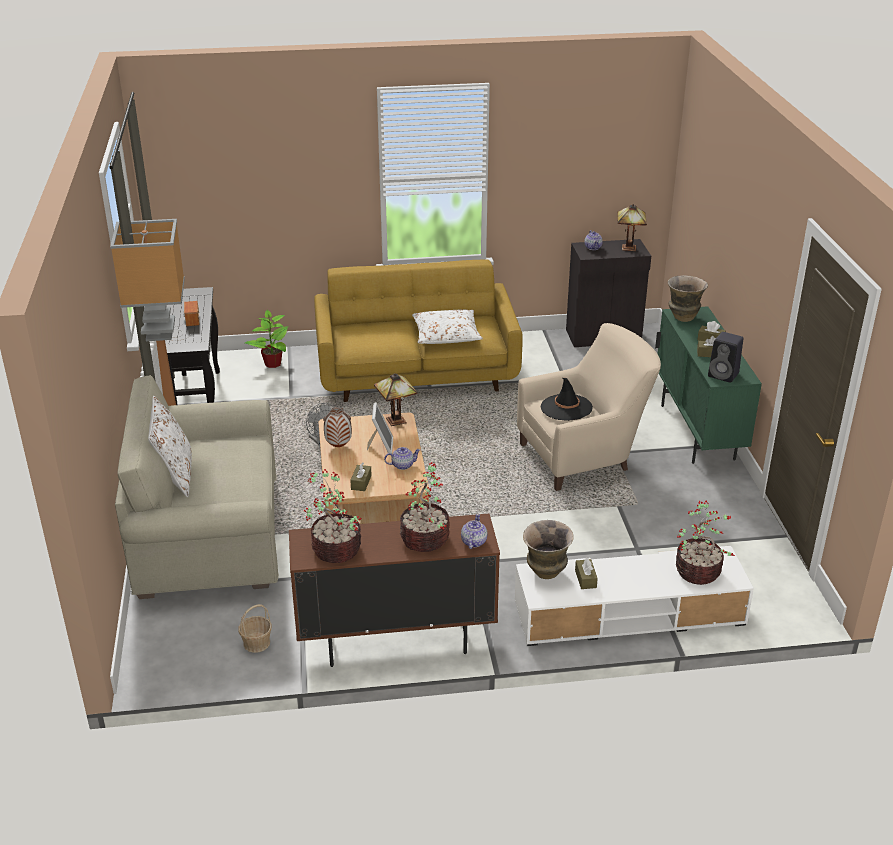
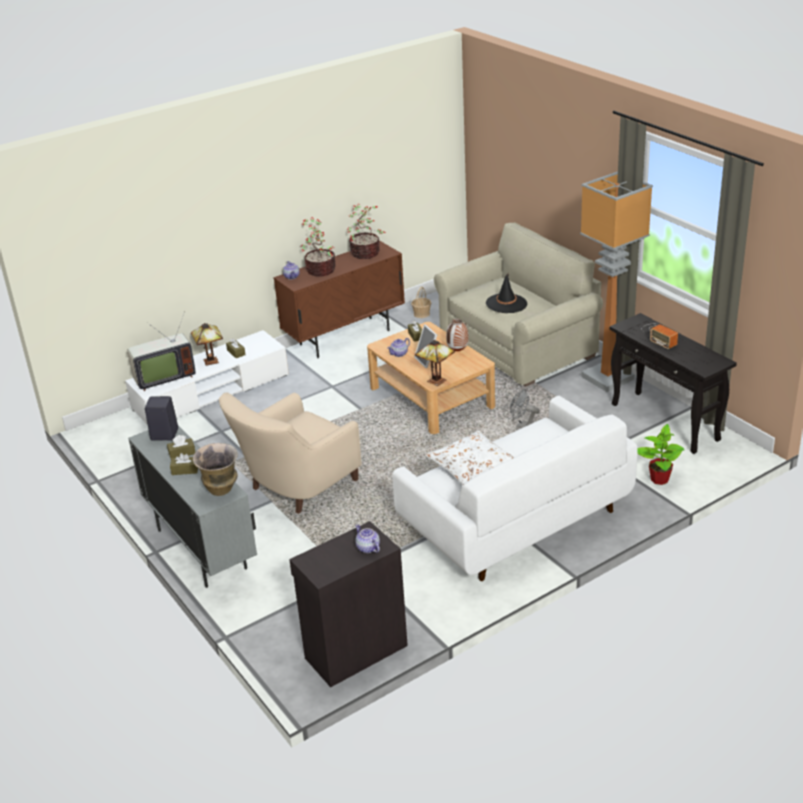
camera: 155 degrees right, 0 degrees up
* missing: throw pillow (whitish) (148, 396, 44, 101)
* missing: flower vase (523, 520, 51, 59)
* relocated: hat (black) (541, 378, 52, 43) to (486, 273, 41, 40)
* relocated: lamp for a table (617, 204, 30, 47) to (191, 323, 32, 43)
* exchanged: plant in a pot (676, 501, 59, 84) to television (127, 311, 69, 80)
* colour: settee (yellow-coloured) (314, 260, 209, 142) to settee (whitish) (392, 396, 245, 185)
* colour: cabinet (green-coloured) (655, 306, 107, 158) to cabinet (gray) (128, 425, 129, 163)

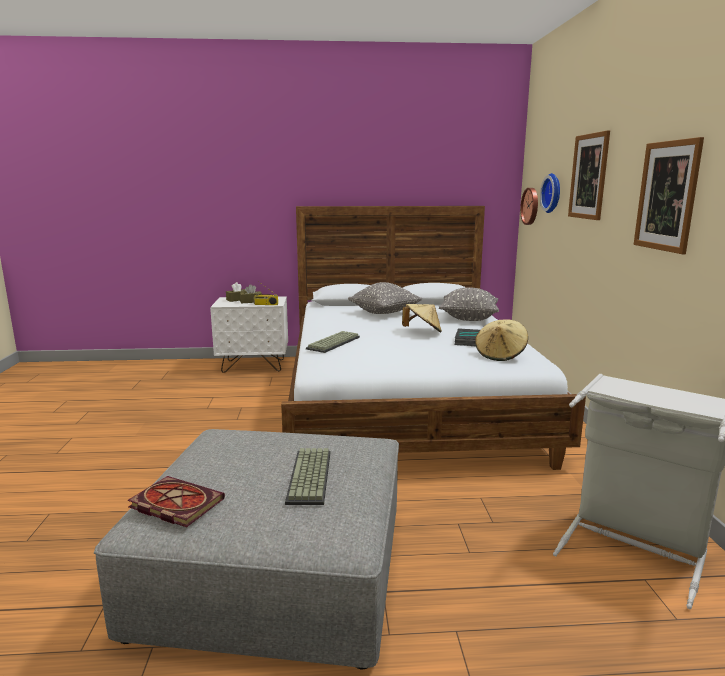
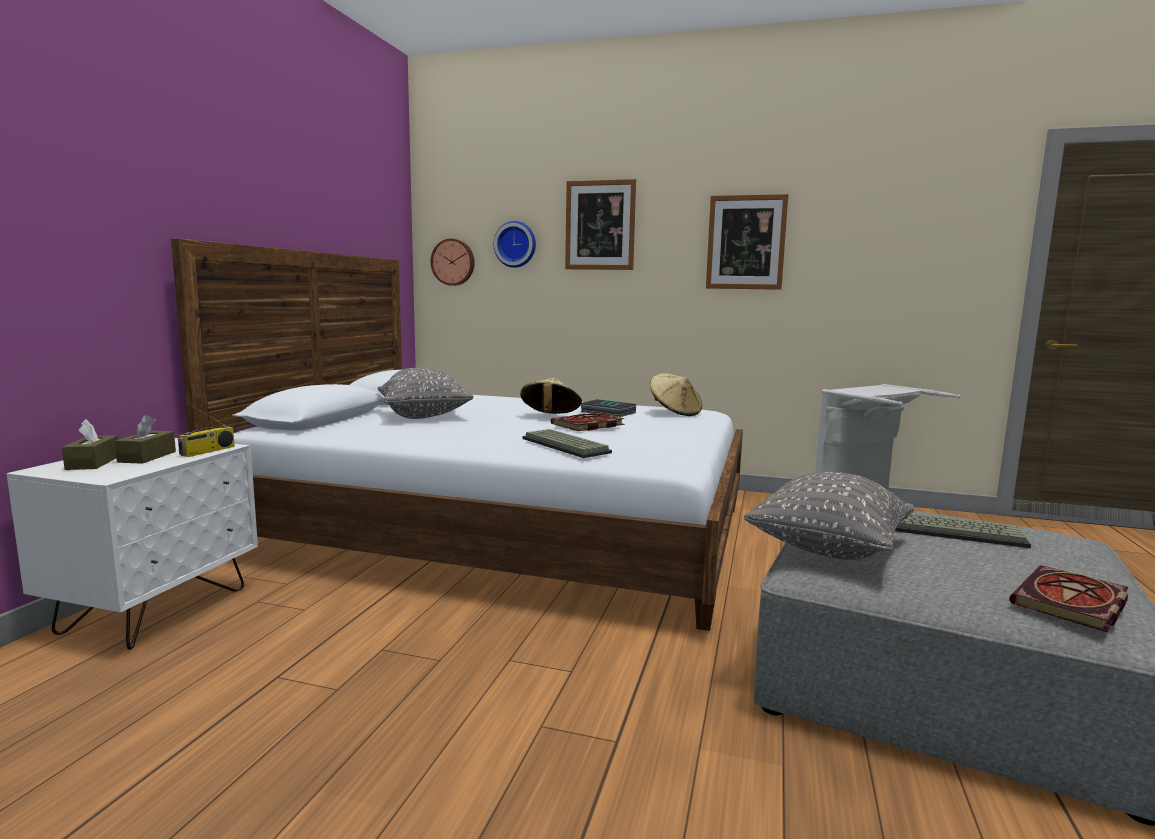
camera: 70 degrees left, 5 degrees down
* appeared: bound book (551, 413, 74, 18)
* relocated: throw pillow (gray) (439, 287, 60, 34) to (744, 472, 170, 88)

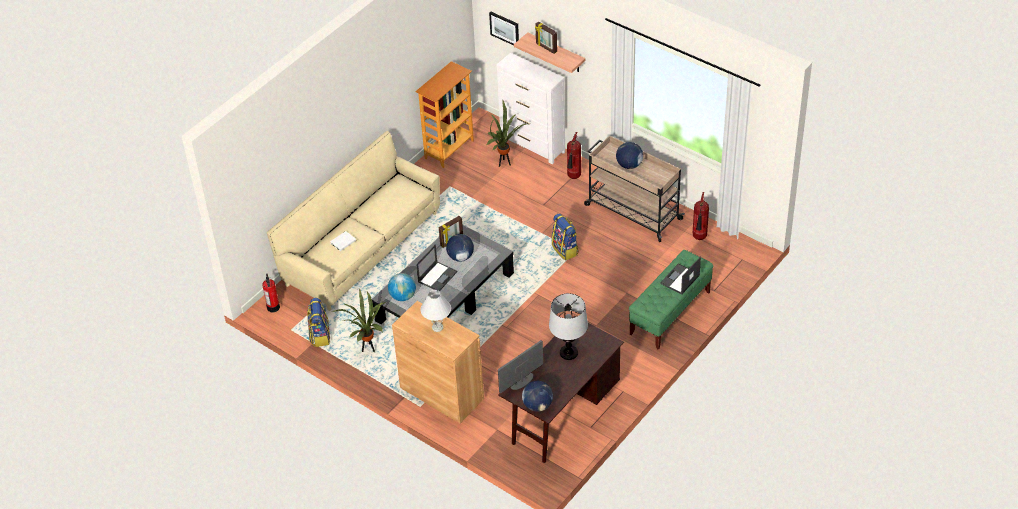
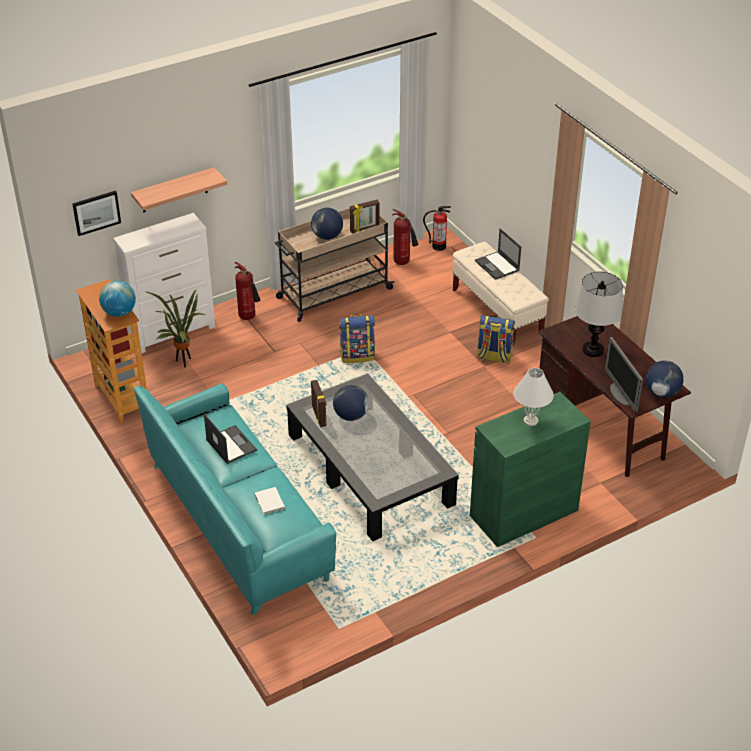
camera: 70 degrees left, 5 degrees down
* missing: plant in a pot (332, 288, 54, 64)
* relocated: fire extinguisher (262, 274, 18, 39) to (423, 206, 28, 45)
* relocated: knapsack (307, 298, 23, 49) to (477, 315, 38, 49)
* relocated: globe (388, 273, 28, 28) to (99, 281, 37, 36)
* relocated: portable computer (416, 245, 41, 46) to (204, 413, 53, 51)
* relocated: standing frame (535, 22, 22, 32) to (350, 200, 29, 34)
* colour: settee (beige-coloured) (267, 131, 173, 180) to settee (blue-green) (134, 383, 202, 232)
* colour: cabinet (brown-coloured) (392, 301, 92, 122) to cabinet (green-coloured) (470, 392, 121, 155)
* colour: bench (green-coloured) (629, 250, 84, 100) to bench (beige-coloured) (452, 242, 97, 104)

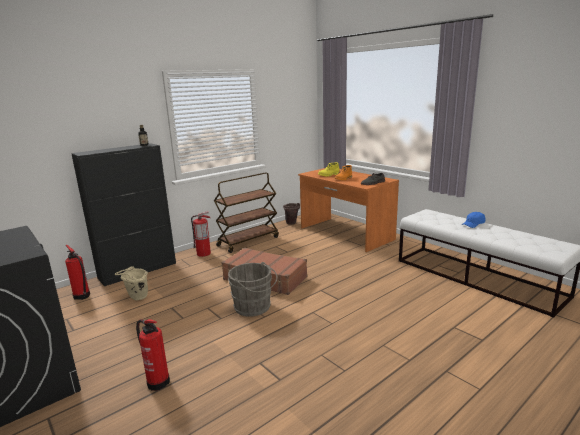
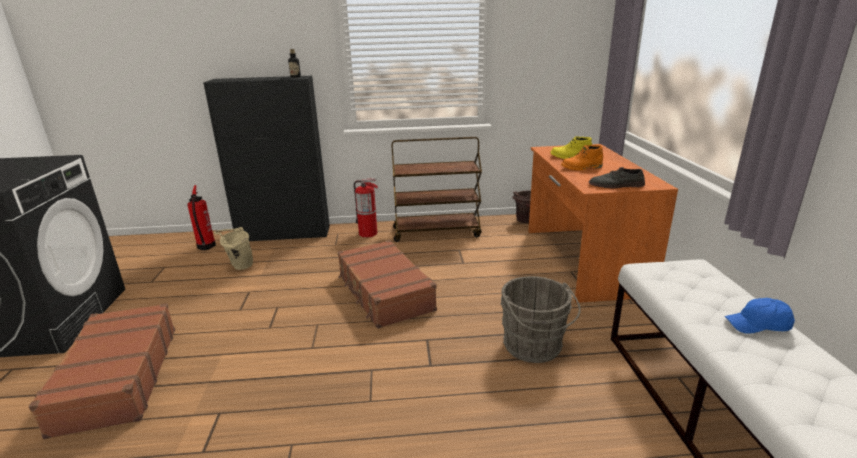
camera: 35 degrees right, 5 degrees up
* relocated: water bucket (gray) (228, 262, 50, 55) to (500, 276, 81, 87)
* exchanged: fire extinguisher (136, 319, 34, 72) to piece of luggage (brown-coloured) (29, 303, 146, 136)

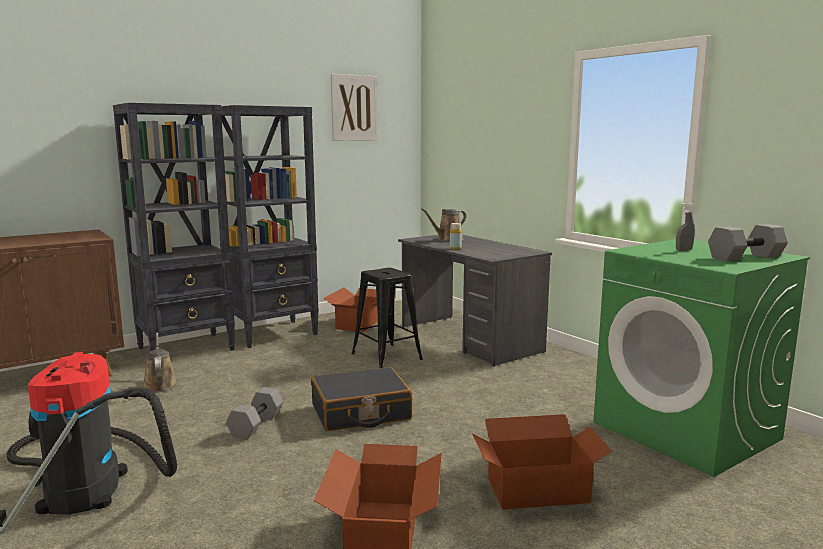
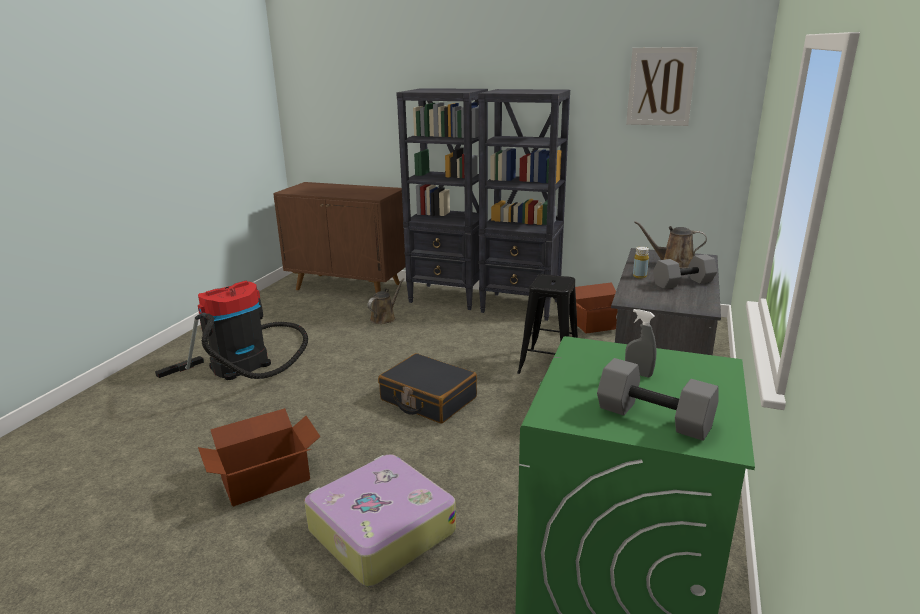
camera: 55 degrees right, 10 degrees up
* relocated: free weight (gray) (226, 387, 57, 52) to (653, 254, 64, 35)
* exchanged: cardboard box (472, 414, 140, 95) to piece of luggage (304, 454, 152, 133)

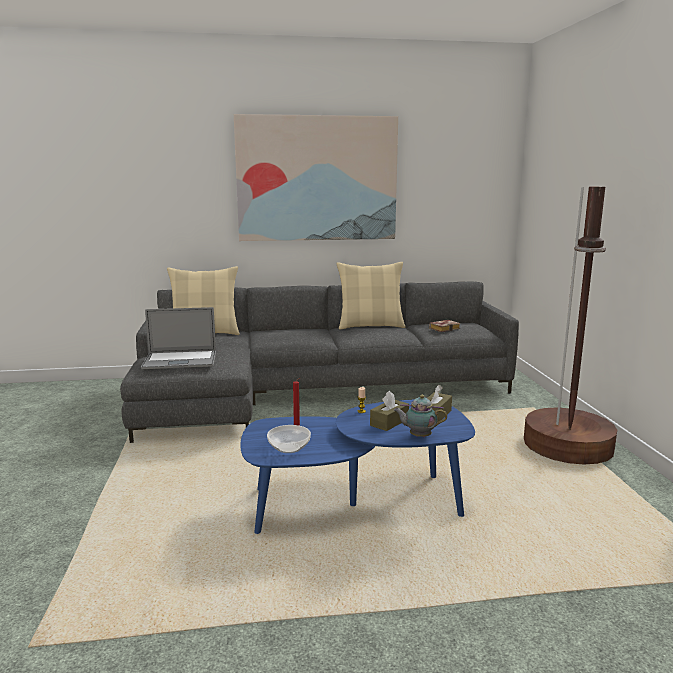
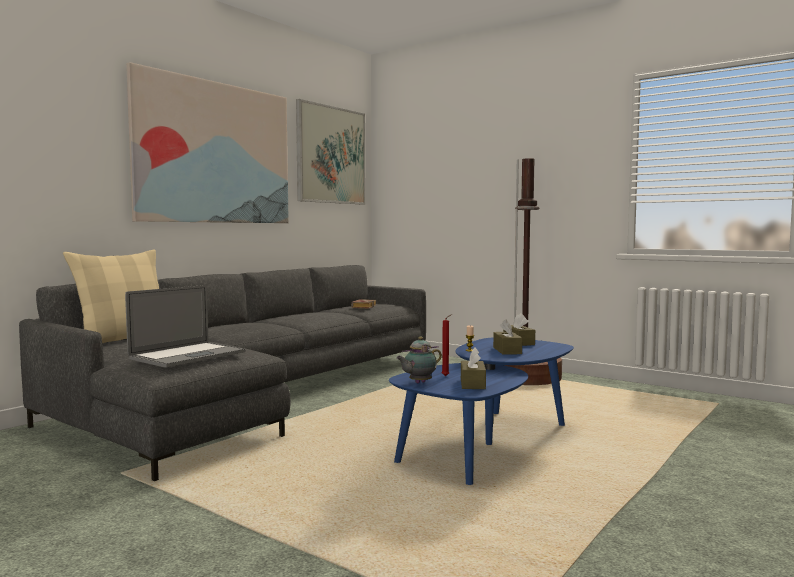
camera: 45 degrees left, 10 degrees down
* missing: throw pillow (beige-coloured) (336, 262, 70, 67)
* appeared: wall art (296, 99, 69, 105)
* relocated: tea pot (394, 395, 53, 42) to (396, 336, 46, 47)
* exchanged: deep dish (267, 425, 44, 28) to tissue box (brown-coloured) (461, 348, 25, 41)

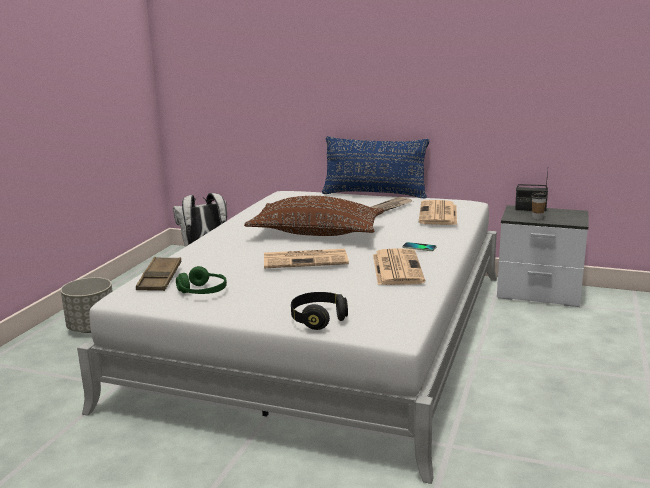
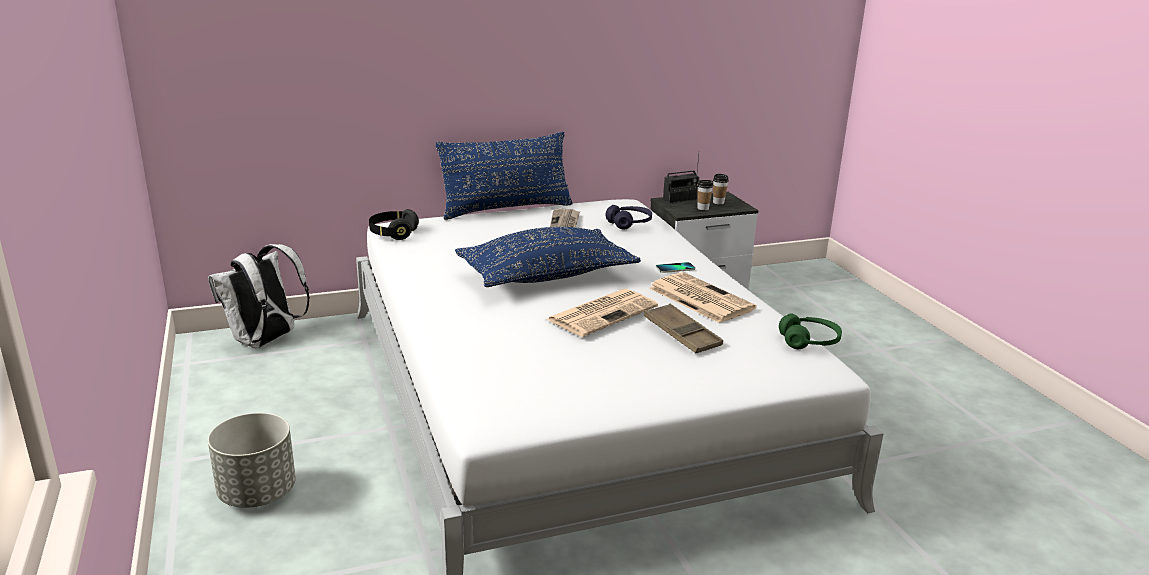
camera: 40 degrees left, 5 degrees up
* appeared: drinking cup (713, 174, 16, 30)
* relocated: carrying tray (brown-coloured) (136, 257, 45, 34) to (644, 304, 79, 49)
* relocated: headphones (green-coloured) (176, 266, 51, 28) to (779, 313, 63, 36)
* relocated: headphones (black) (291, 292, 57, 38) to (369, 209, 50, 31)
* exchanged: daily paper (419, 200, 38, 25) to headphones (purple) (606, 205, 46, 25)
* colour: throw pillow (brown-coloured) (244, 196, 140, 40) to throw pillow (bluish) (455, 227, 186, 60)

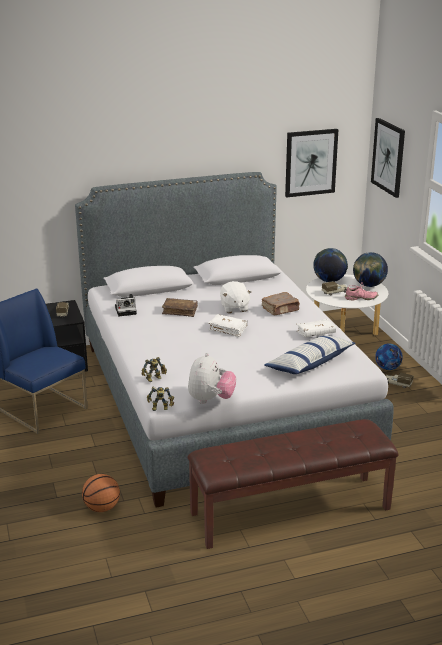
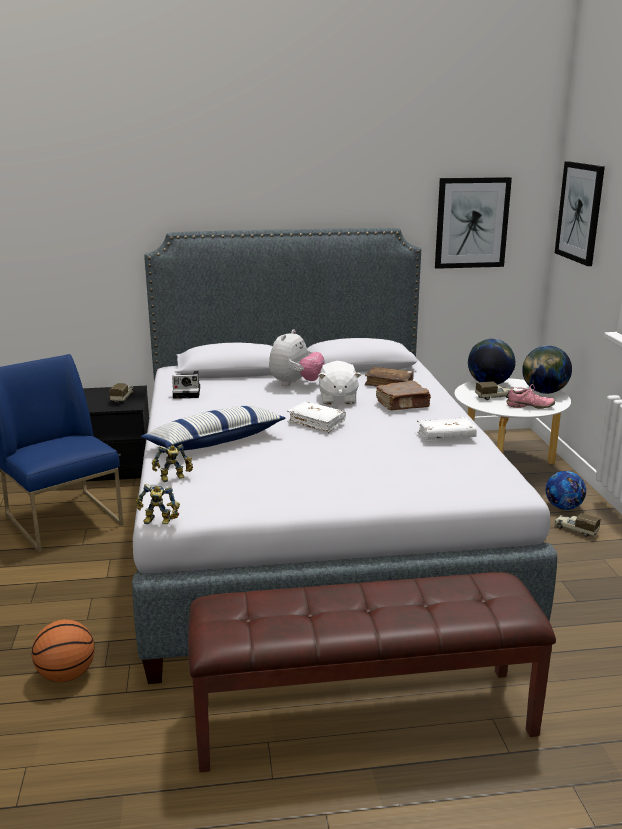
camera: 10 degrees right, 5 degrees down
* relocated: bound book (brown-coloured) (162, 298, 36, 19) to (365, 367, 49, 20)
* relocated: soft toy (188, 353, 48, 51) to (269, 329, 56, 57)
* relocated: throw pillow (264, 335, 92, 39) to (141, 406, 144, 45)

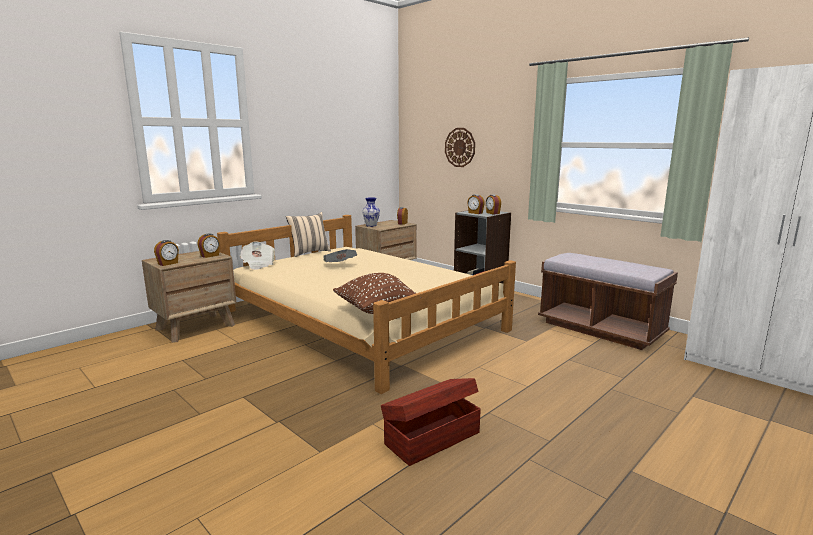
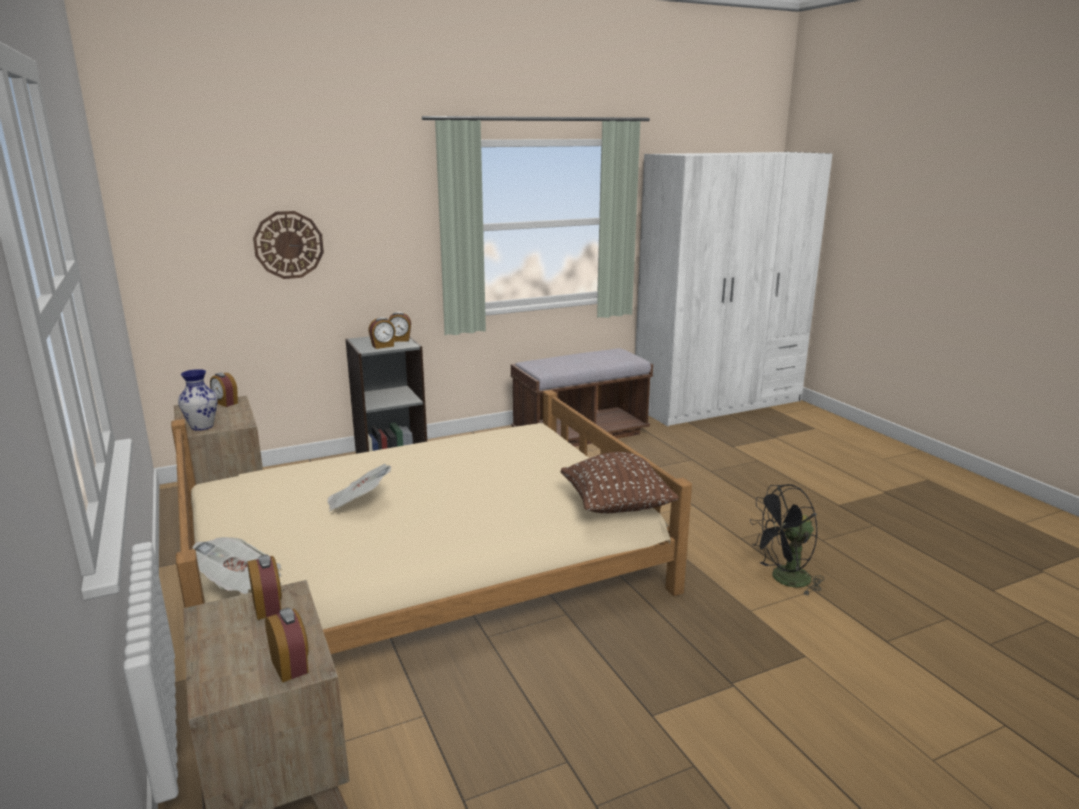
camera: 70 degrees left, 5 degrees up
* missing: throw pillow (beige-coloured) (286, 212, 45, 45)
* exchanged: storage bin (brown-coloured) (381, 378, 100, 88) to electric fan (black) (750, 484, 74, 112)

